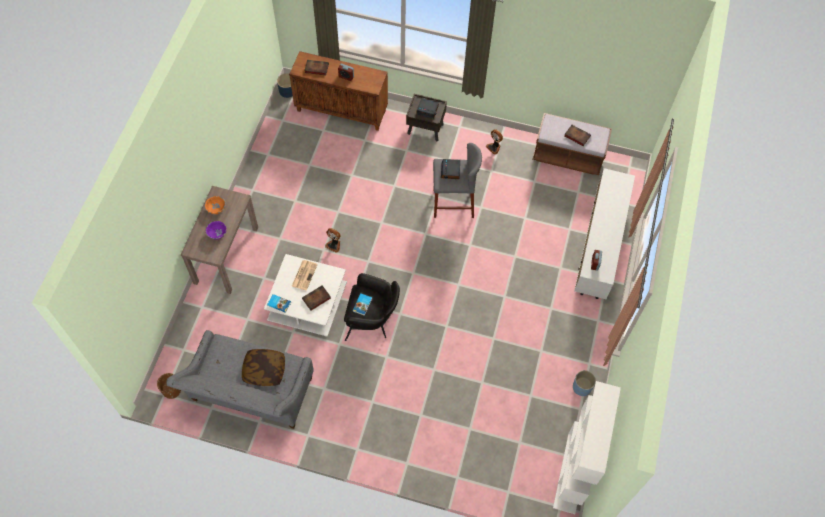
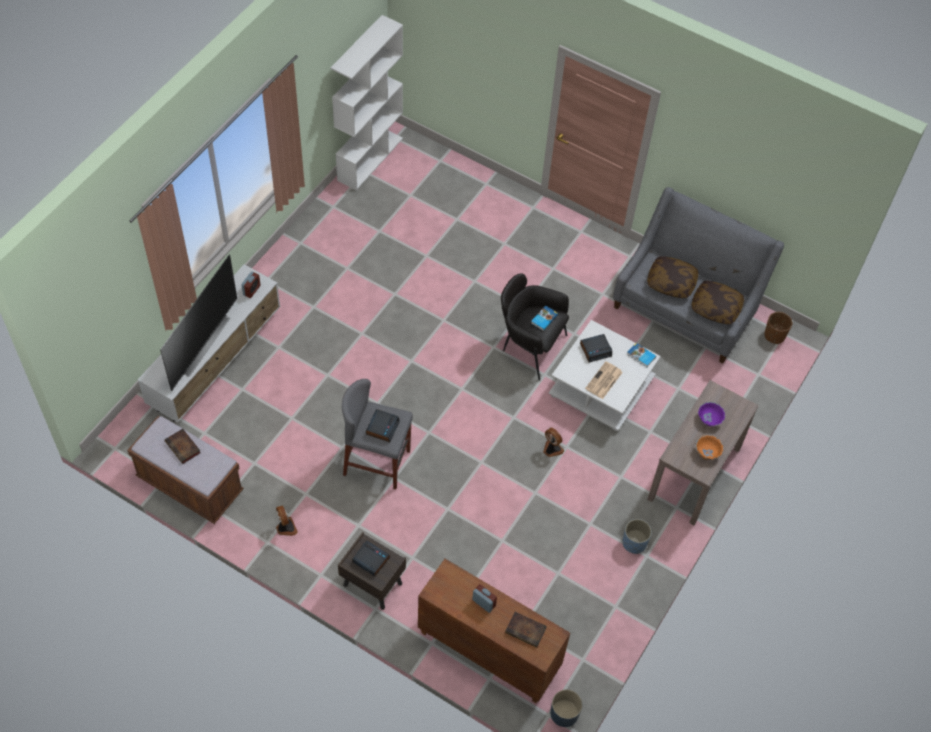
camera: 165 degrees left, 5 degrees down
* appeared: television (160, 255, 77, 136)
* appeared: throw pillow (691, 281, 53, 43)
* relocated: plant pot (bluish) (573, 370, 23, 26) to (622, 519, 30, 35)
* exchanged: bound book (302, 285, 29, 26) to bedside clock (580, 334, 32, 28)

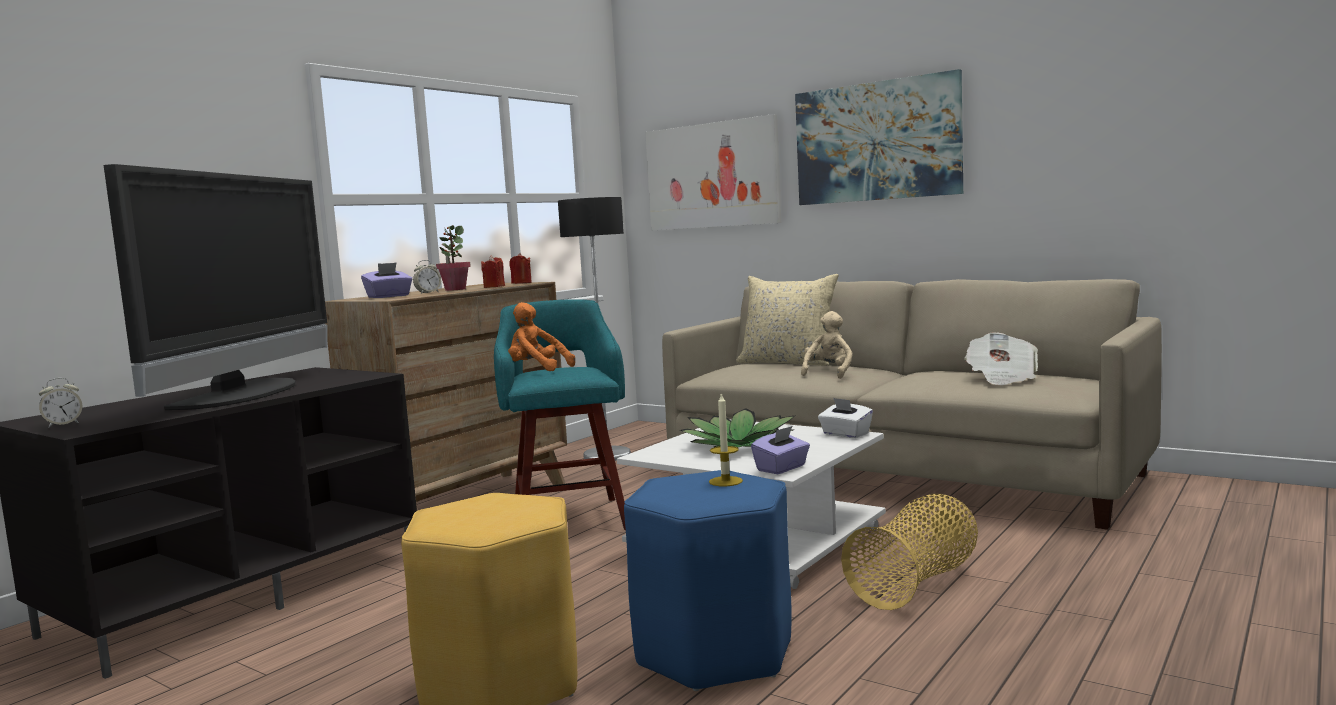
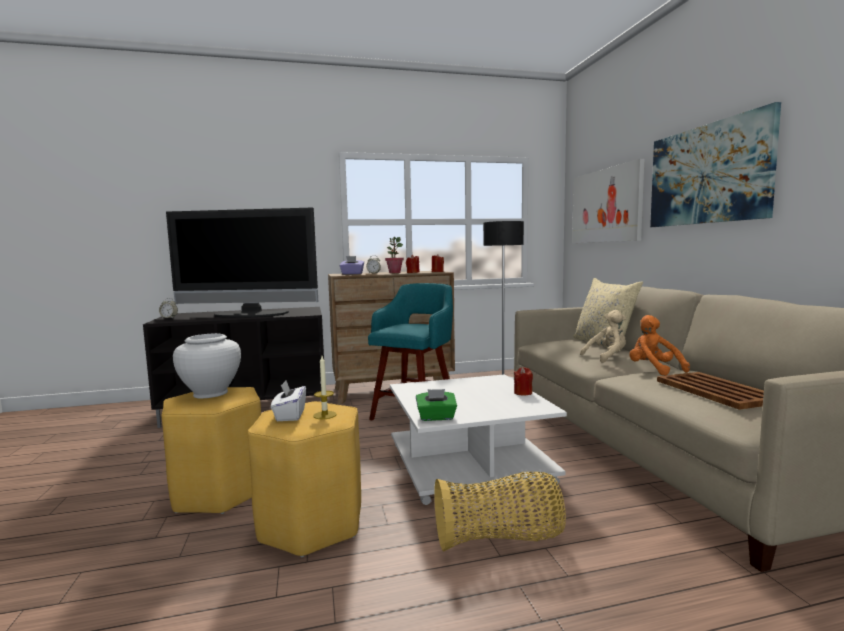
camera: 40 degrees right, 0 degrees up
* missing: plant in a pot (680, 408, 116, 40)
* appeared: flower vase (whitish) (173, 333, 68, 66)
* appeared: candle (reddish) (514, 367, 19, 28)
* relocated: soft toy (orangey) (508, 302, 67, 69) to (629, 315, 61, 60)
* relocated: tissue box (whitish) (818, 398, 55, 40) to (271, 381, 35, 40)
* exchanged: daily paper (965, 332, 73, 53) to carrying tray (brown-coloured) (657, 372, 107, 38)
* colour: sitting stool (bluish) (624, 470, 168, 221) to sitting stool (yellow-coloured) (248, 401, 113, 156)
* colour: tissue box (purple) (751, 426, 59, 48) to tissue box (green-coloured) (416, 389, 41, 32)
* spun: television (104, 164, 224, 246) = (166, 208, 152, 110) 45 degrees clockwise

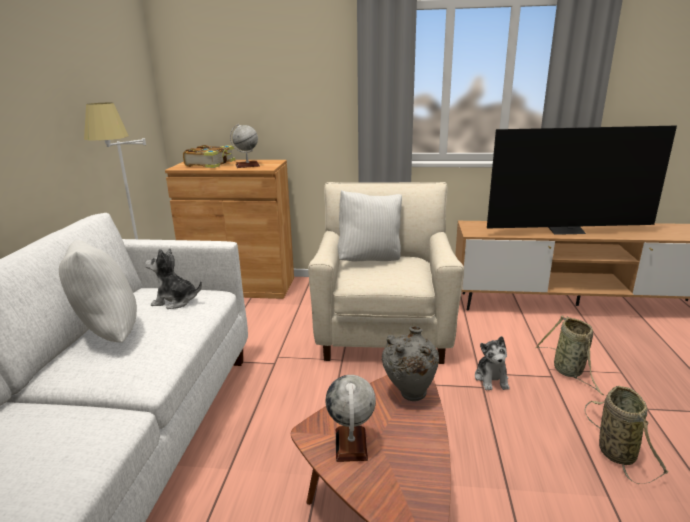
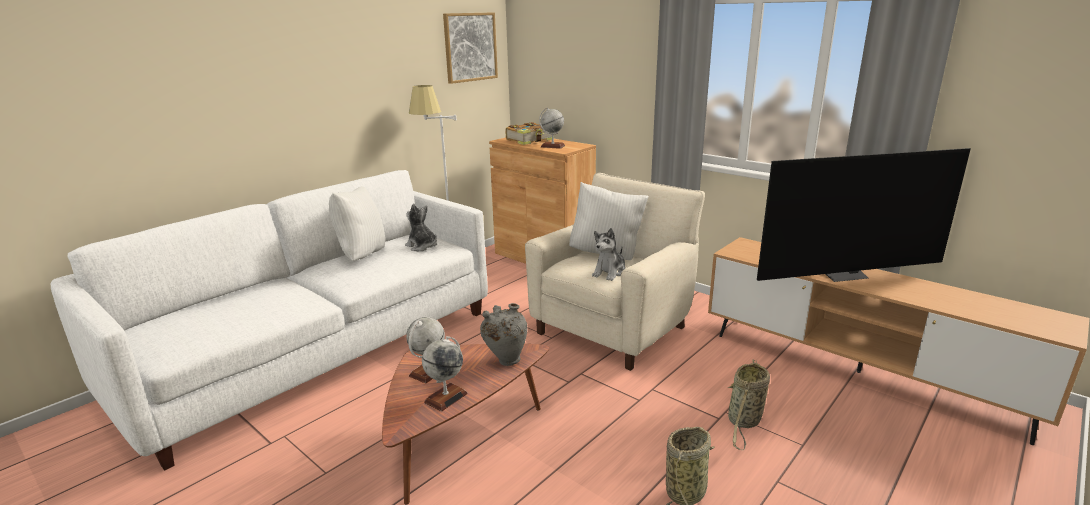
camera: 35 degrees right, 0 degrees up
* appeared: globe (422, 336, 46, 75)
* appeared: wall art (443, 12, 55, 72)
* relocated: soft toy (475, 336, 35, 55) to (592, 228, 34, 53)
* spun: television (487, 126, 190, 109) = (757, 148, 214, 134) 45 degrees counterclockwise

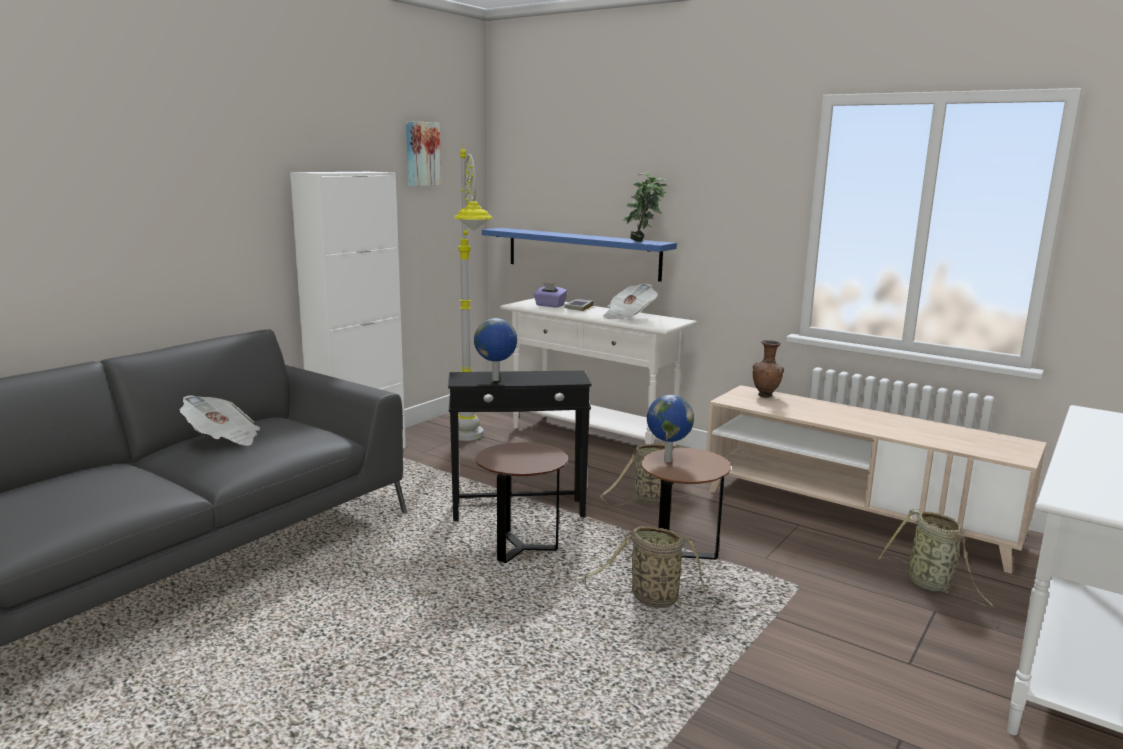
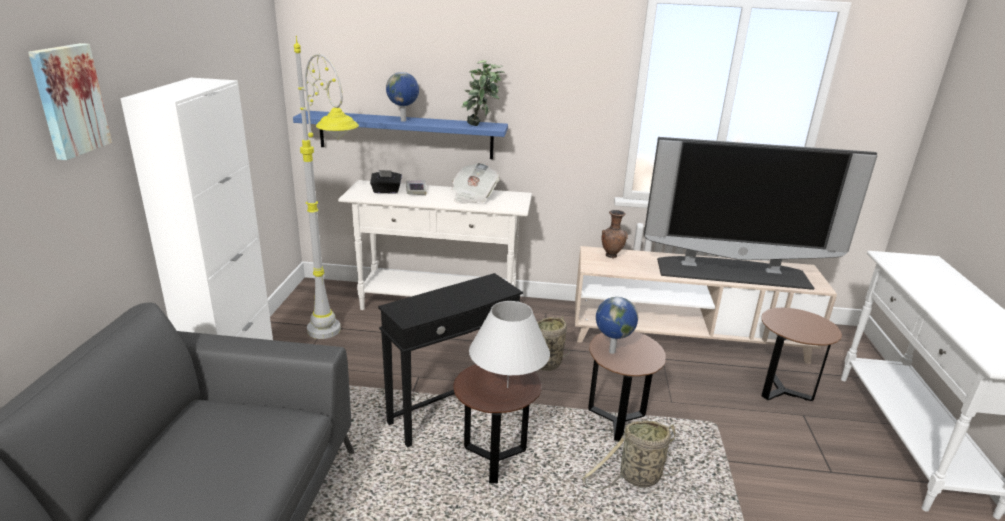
camera: 30 degrees left, 10 degrees up
* missing: daily paper (180, 395, 80, 51)
* appeared: lamp for a table (whitish) (469, 301, 81, 87)
* appeared: television (644, 137, 234, 153)
* relocated: wall art (406, 121, 35, 65) to (28, 43, 84, 117)
* relocated: globe (474, 318, 43, 63) to (386, 72, 33, 50)
* exchanged: household basket (879, 509, 116, 99) to end table (brown-coloured) (761, 308, 81, 93)
* colour: tissue box (purple) (533, 282, 35, 26) to tissue box (black) (370, 170, 32, 24)

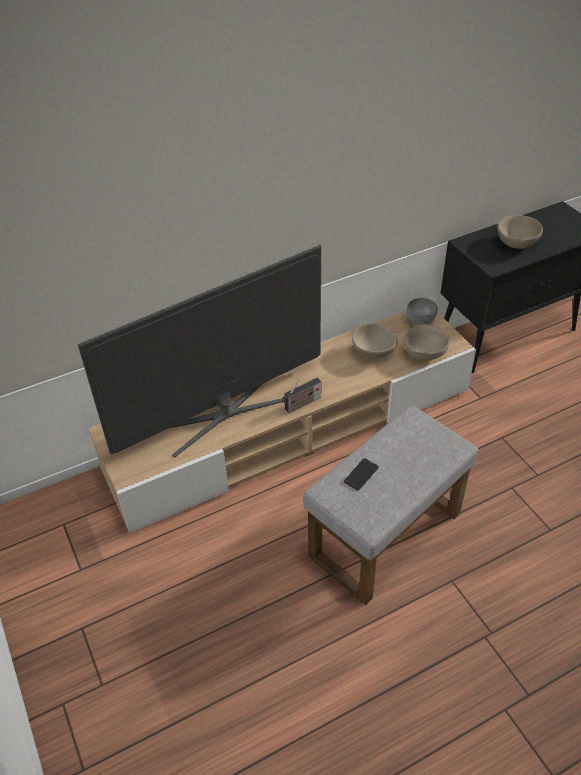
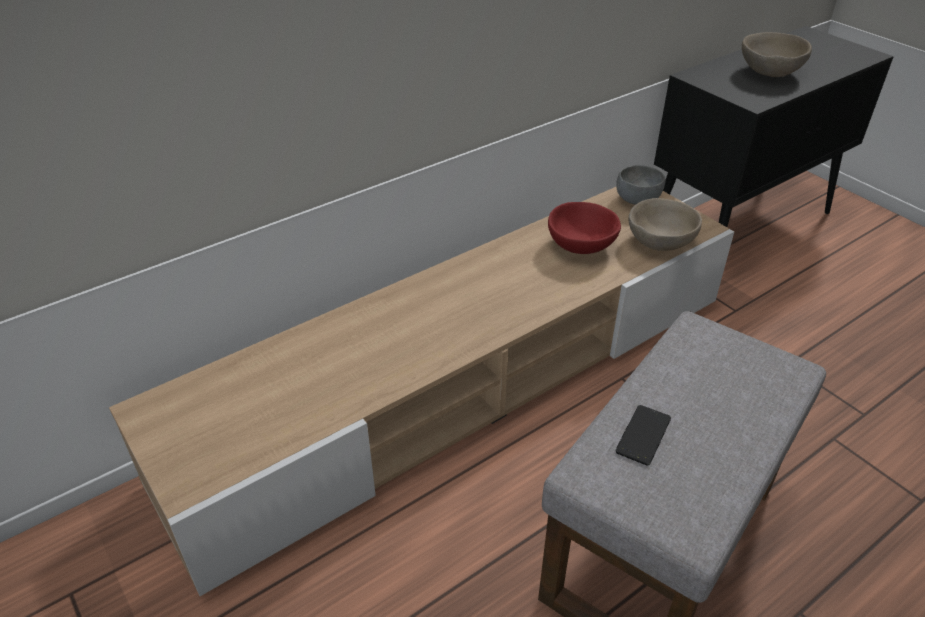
camera: 10 degrees left, 5 degrees down
* missing: television (78, 245, 243, 212)
* missing: radio set (282, 378, 39, 35)
* colour: deep dish (beige-coloured) (352, 323, 46, 35) to deep dish (reddish) (548, 202, 73, 52)

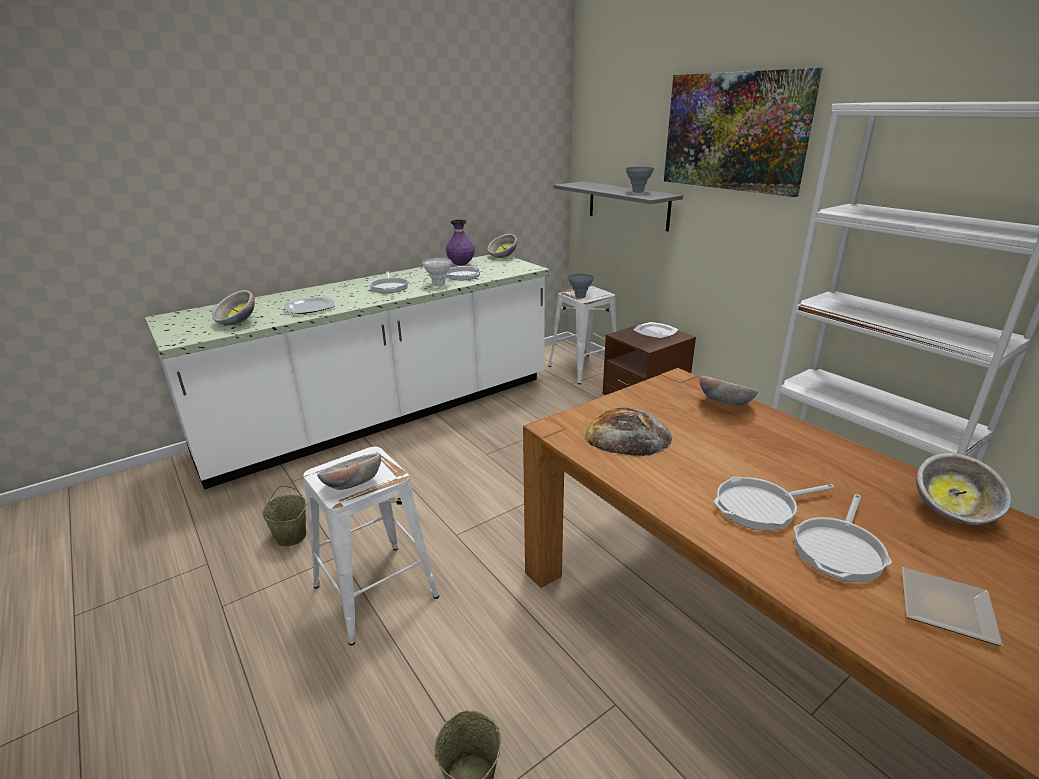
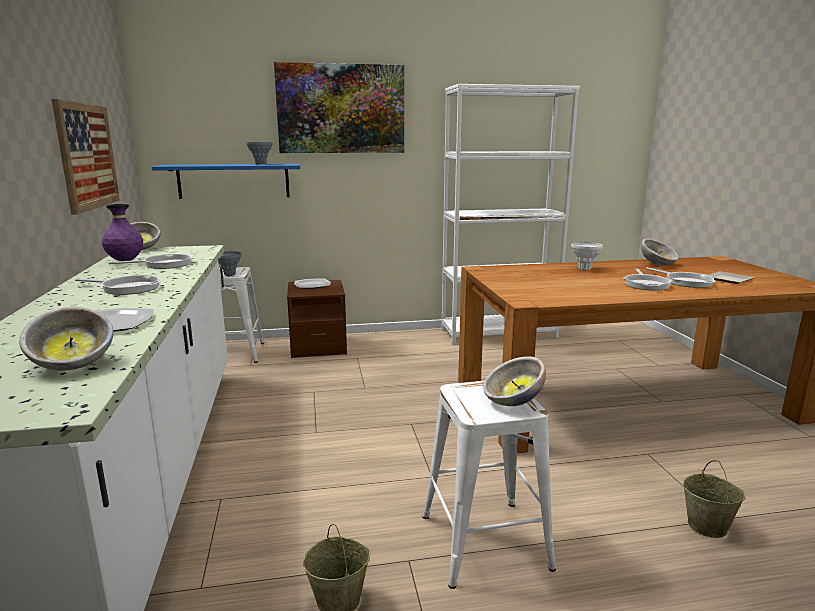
camera: 65 degrees left, 10 degrees down
* missing: baked bread (584, 407, 88, 49)
* missing: deep dish (700, 376, 58, 30)
* appeared: wall art (52, 99, 68, 116)
* relocated: flower vase (whitish) (422, 258, 30, 29) to (571, 242, 32, 28)
* colour: bracket shelf (gray) (553, 181, 130, 50) to bracket shelf (bluish) (152, 164, 148, 35)

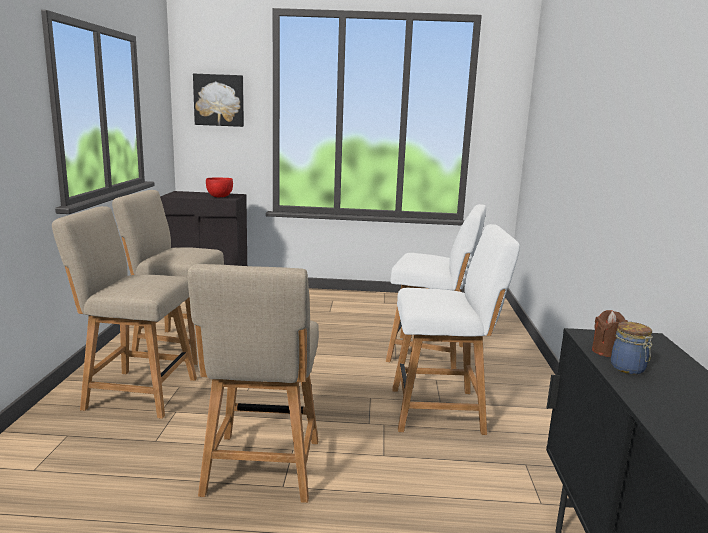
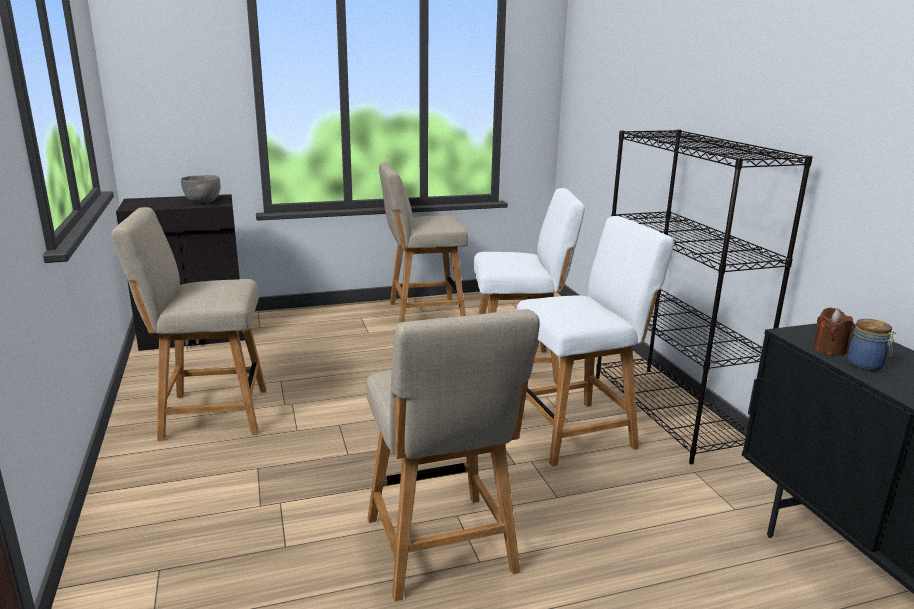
camera: 20 degrees left, 5 degrees up
* missing: wall art (193, 74, 51, 53)
* appeared: shelving unit (black) (596, 129, 217, 335)
* relocated: plain chair (beige-coloured) (52, 206, 145, 213) to (379, 163, 89, 160)
* colour: deep dish (reddish) (206, 177, 27, 20) to deep dish (gray) (181, 175, 39, 29)

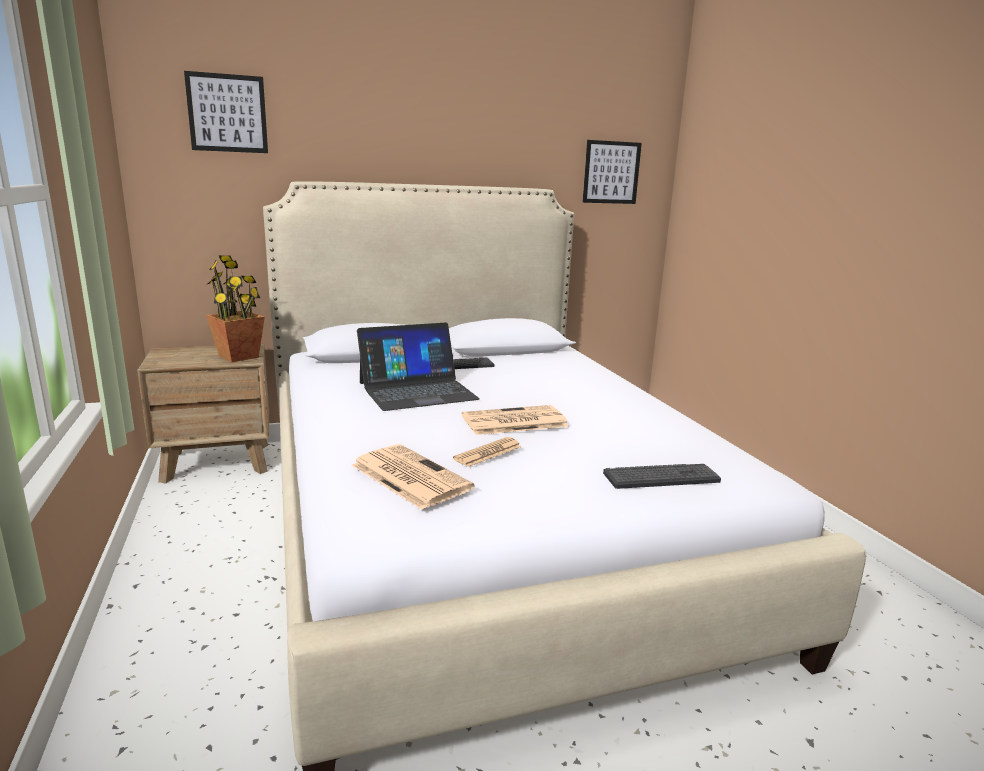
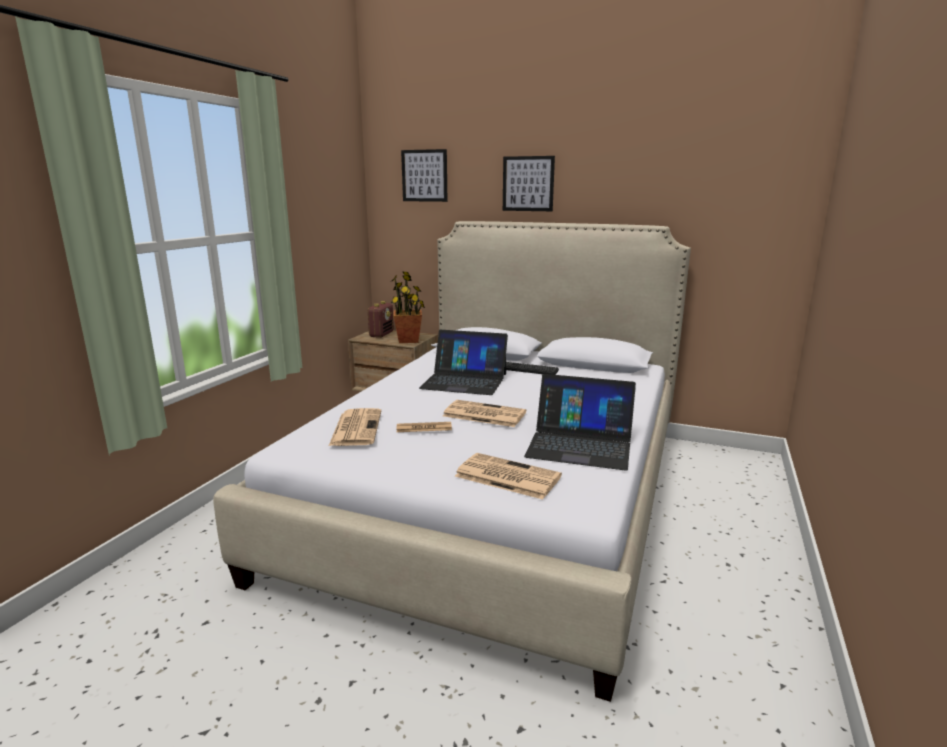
camera: 40 degrees right, 0 degrees up
* appeared: radio set (367, 301, 27, 37)
* appeared: portable computer (524, 374, 112, 97)
* relocated: wall art (582, 140, 60, 64) to (503, 156, 52, 55)
* exchanged: PC keyboard (603, 464, 118, 25) to daily paper (455, 453, 107, 46)

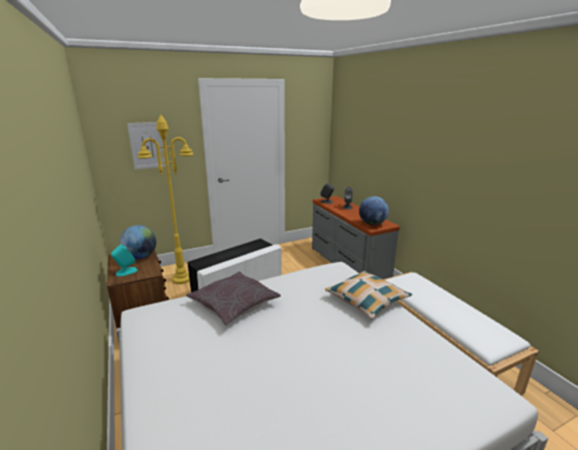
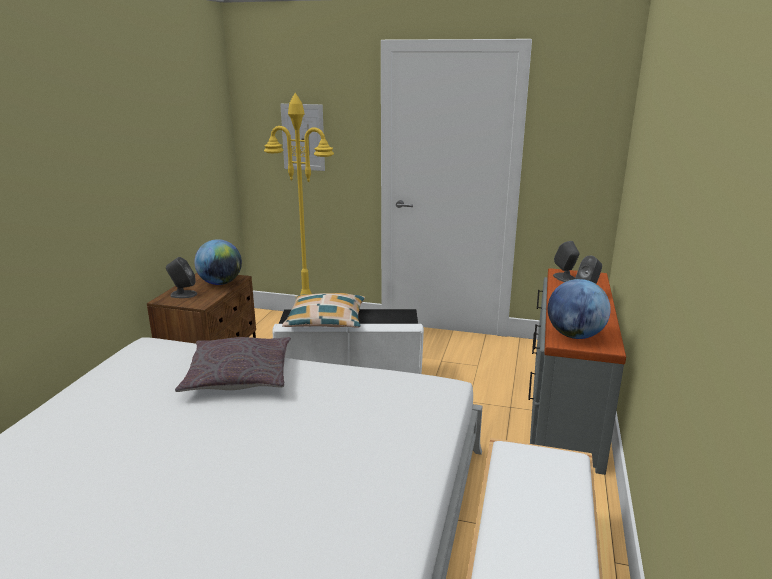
camera: 40 degrees right, 0 degrees up
* relocated: throw pillow (325, 271, 87, 48) to (282, 293, 83, 34)
* colour: speaker (blue-green) (111, 244, 26, 32) to speaker (gray) (166, 257, 31, 41)

